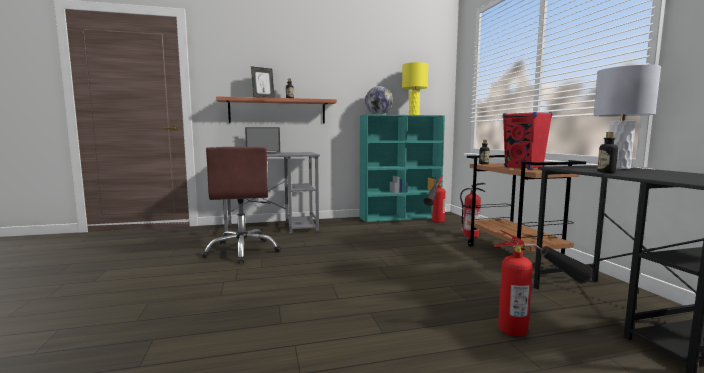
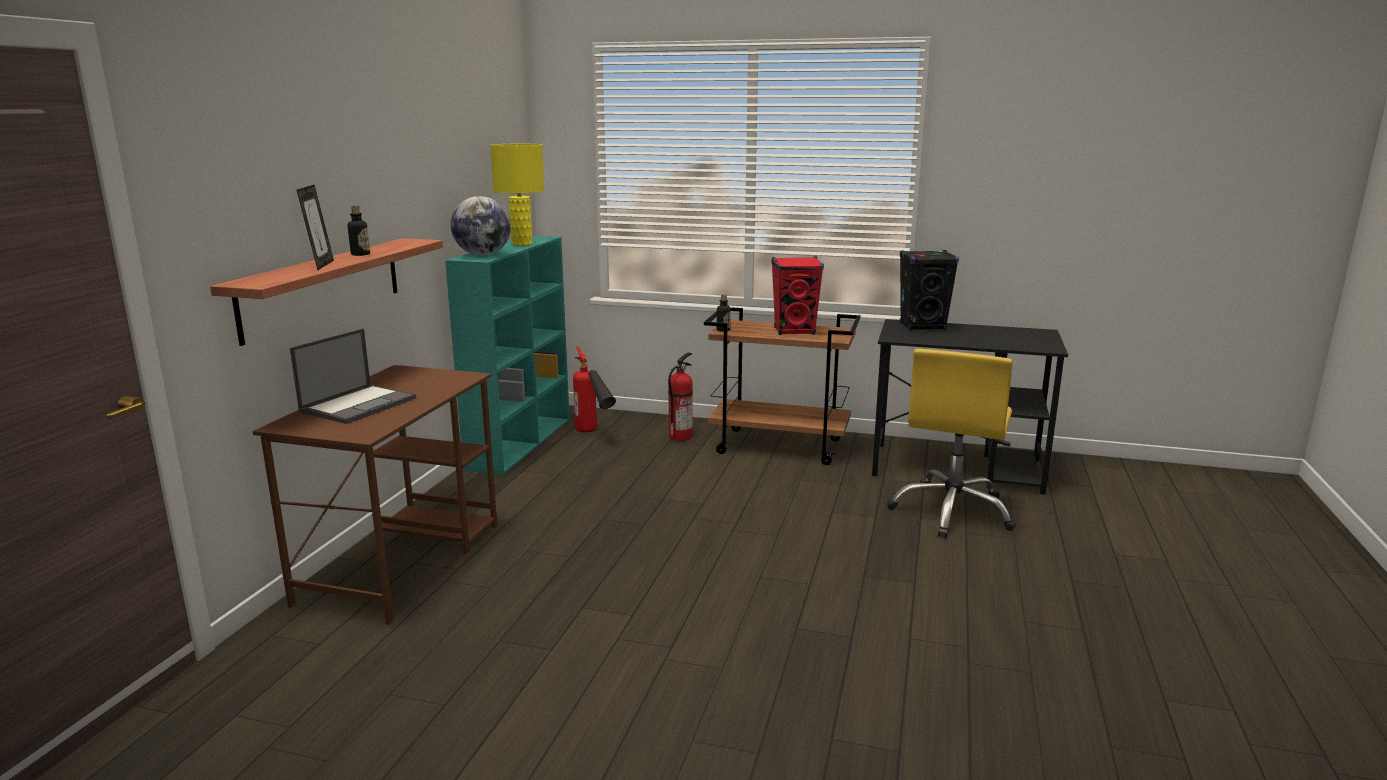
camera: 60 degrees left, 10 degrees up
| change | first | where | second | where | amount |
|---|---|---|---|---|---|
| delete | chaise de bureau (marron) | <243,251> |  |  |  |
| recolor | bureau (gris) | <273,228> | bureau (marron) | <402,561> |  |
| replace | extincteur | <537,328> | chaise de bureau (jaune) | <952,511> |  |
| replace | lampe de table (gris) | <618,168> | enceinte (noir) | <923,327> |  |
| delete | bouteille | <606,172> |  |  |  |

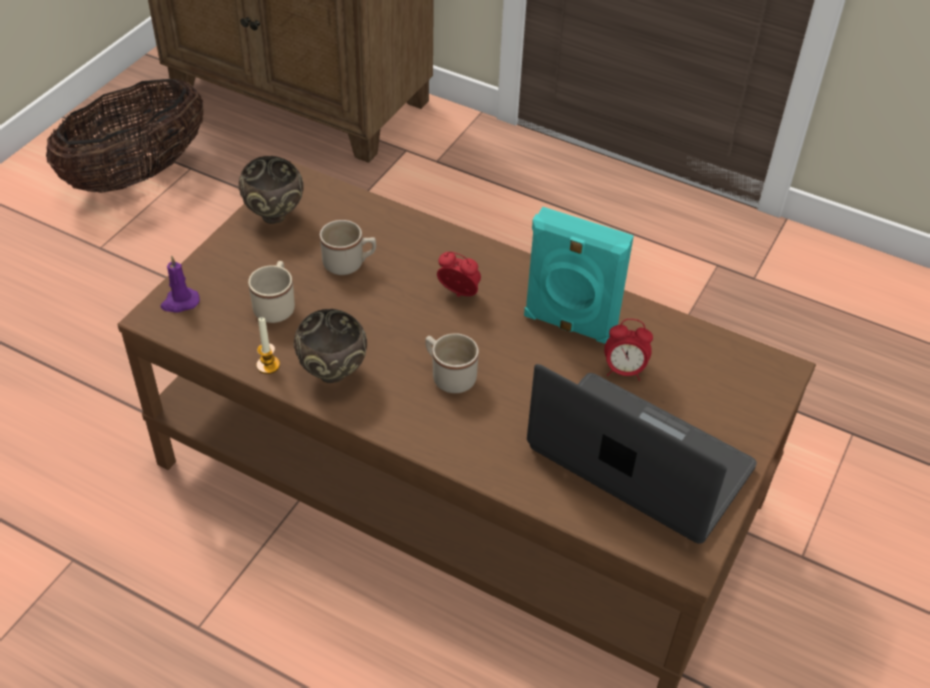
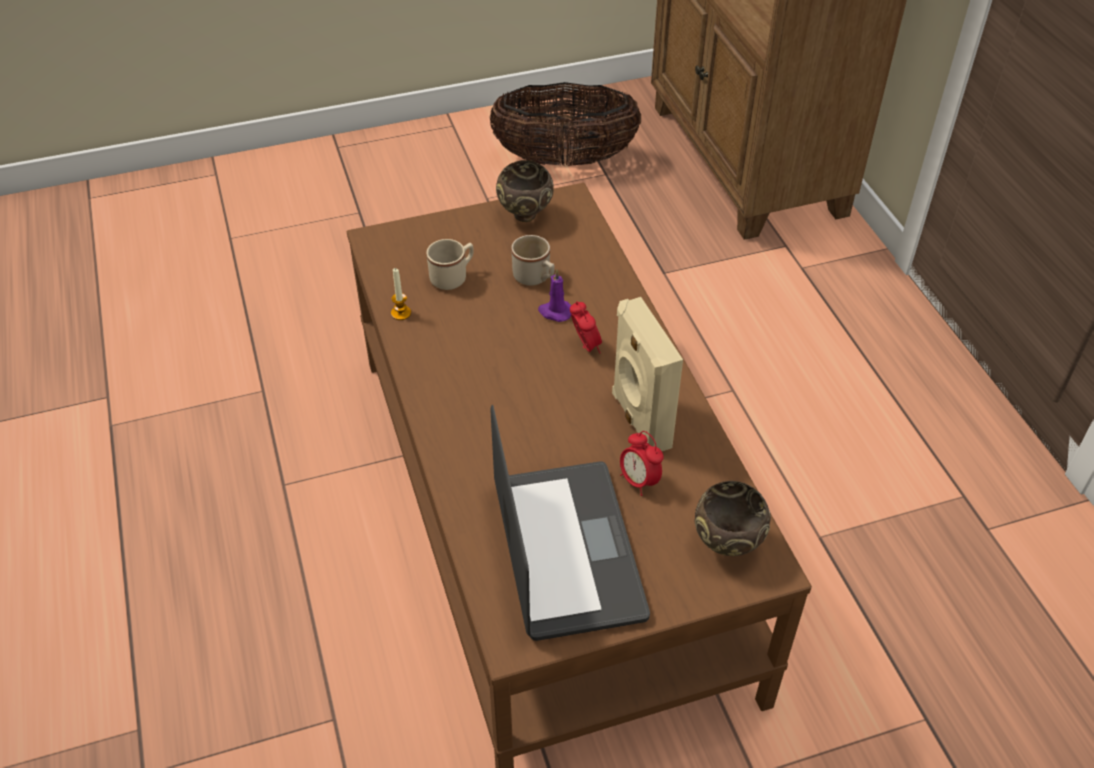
camera: 45 degrees right, 0 degrees up
| change | first | where | second | where | amount |
|---|---|---|---|---|---|
| move | bougie (violet) | <180,302> |  | <555,312> |  |
| move | bol (marron) | <333,374> |  | <727,546> |  |
| delete | mug (beige) | <449,376> |  |  |  |
| recolor | enceinte (turquoise) | <569,325> | enceinte (beige) | <639,421> |  |

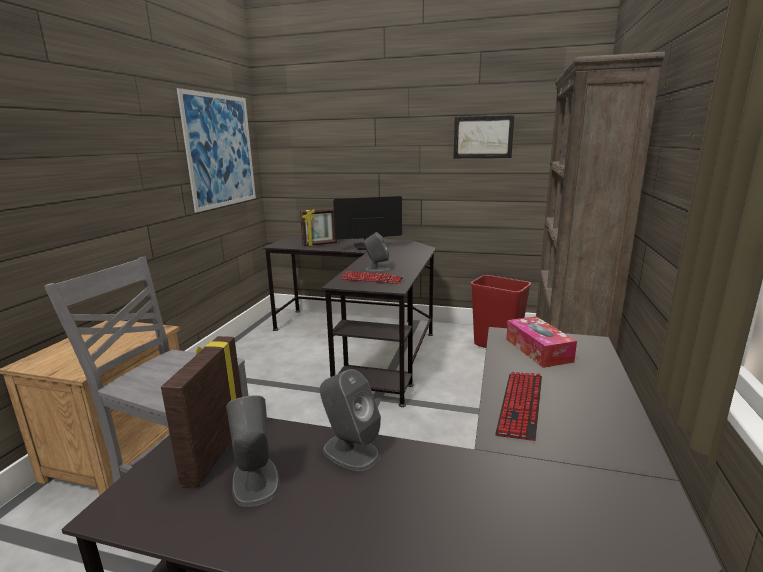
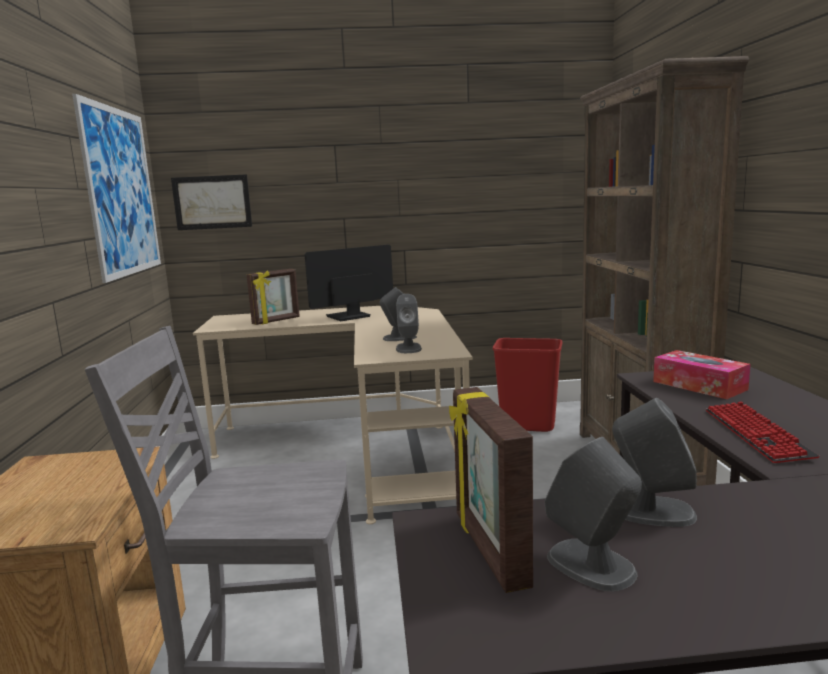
camera: 20 degrees left, 5 degrees down
| change | first | where | second | where | amount |
|---|---|---|---|---|---|
| recolor | bureau (noir) | <363,342> | bureau (beige) | <357,450> |  |
| replace | clavier | <371,279> | enceinte (gris) | <408,348> |  |
| move | tableau | <483,137> |  | <212,202> |  |

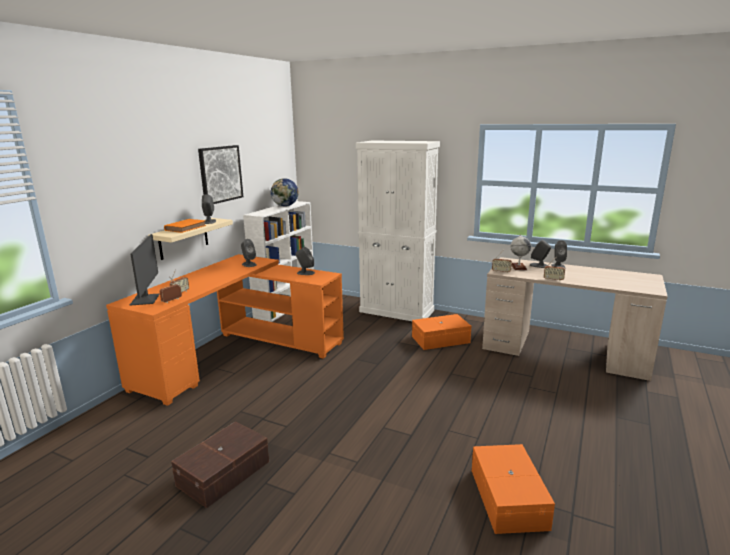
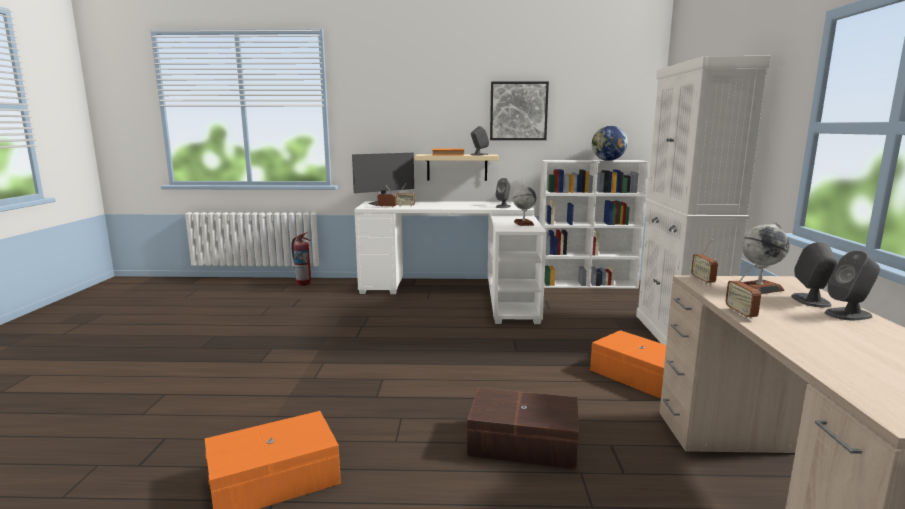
camera: 65 degrees right, 5 degrees down
| change | first | where | second | where | amount |
|---|---|---|---|---|---|
| recolor | bureau (orange) | <238,353> | bureau (blanc) | <462,292> |  |
| move | boîte de rangement (marron) | <225,473> |  | <524,444> |  |
| replace | enceinte (gris) | <305,273> | globe | <523,223> |  |
| insert |  |  | extincteur | <303,283> |  |

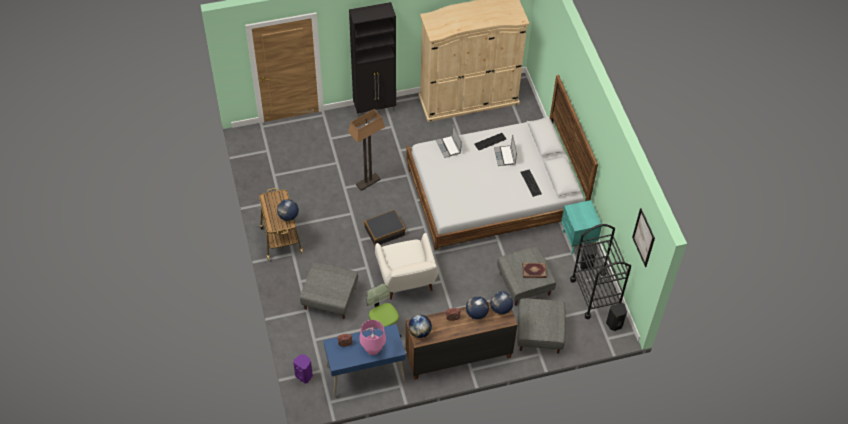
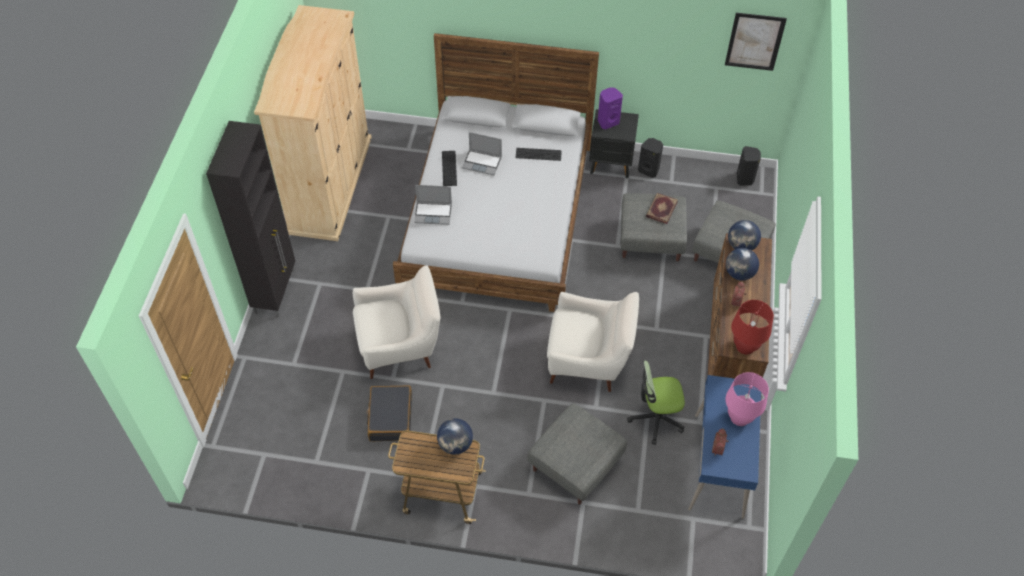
camera: 65 degrees left, 0 degrees up
| change | first | where | second | where | amount |
|---|---|---|---|---|---|
| move | enceinte (violet) | <304,375> |  | <607,122> |  |
| replace | lampadaire | <368,182> | fauteuil (blanc) | <400,346> |  |
| move | valise (noir) | <384,231> |  | <390,418> |  |
| replace | globe | <419,332> | lampe de table (rouge) | <745,346> |  |
| recolor | table de chevet (turquoise) | <578,240> | table de chevet (noir) | <611,164> |  |
| delete | chariot (noir) | <595,294> |  |  |  |

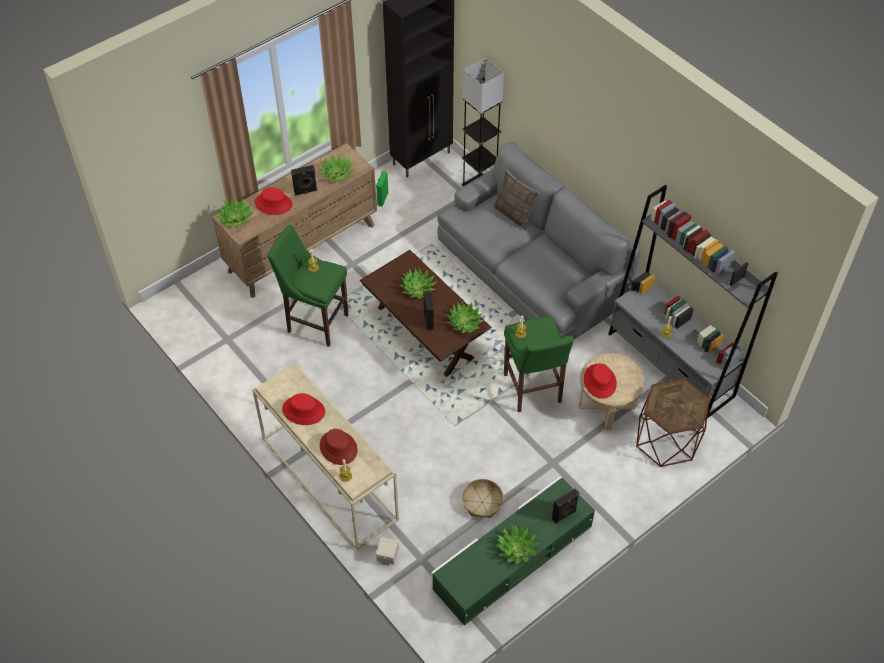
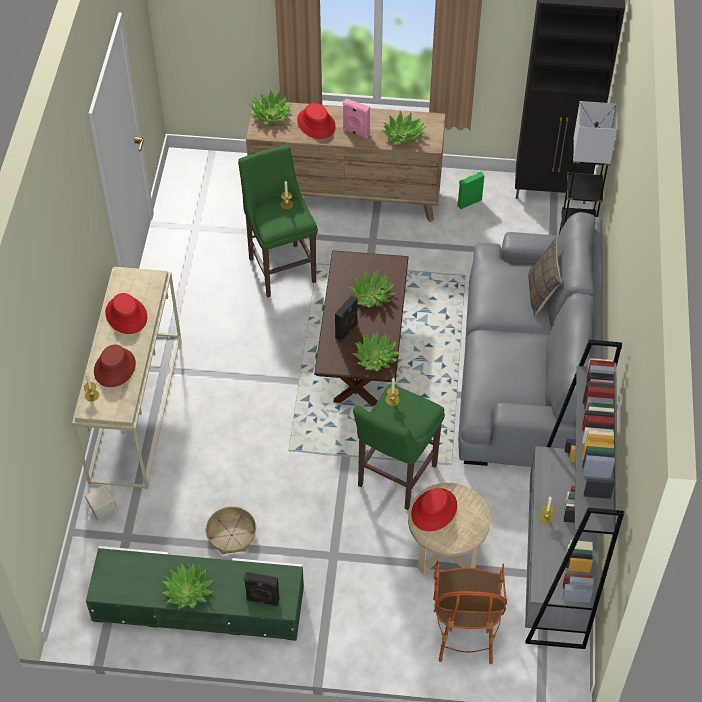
camera: 45 degrees right, 0 degrees up
| change | first | where | second | where | amount |
|---|---|---|---|---|---|
| recolor | enceinte (noir) | <305,192> | enceinte (rose) | <355,132> |  |
| replace | table d'appoint (marron) | <667,440> | fauteuil | <464,629> |  |

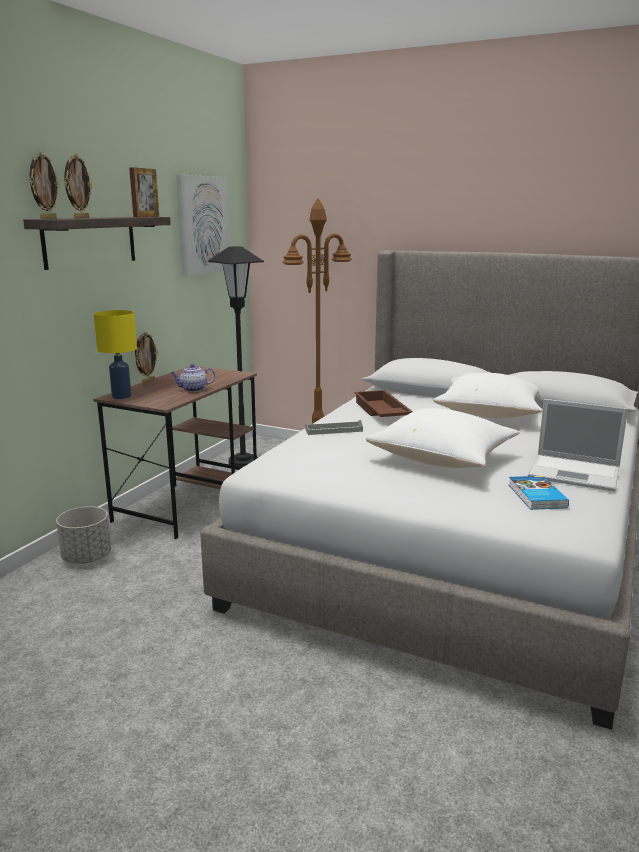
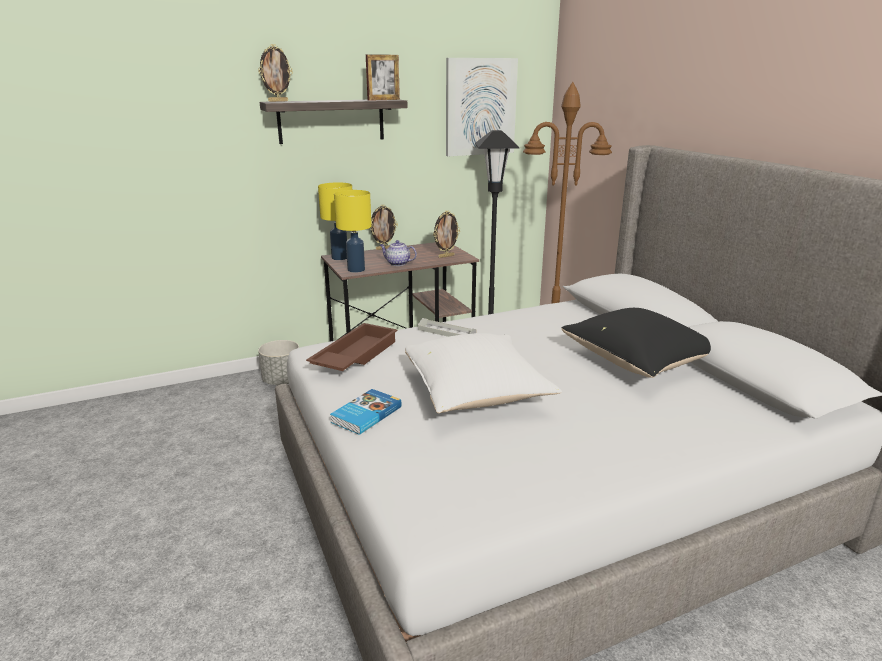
camera: 40 degrees right, 5 degrees up
| change | first | where | second | where | amount |
|---|---|---|---|---|---|
| move | cadre photo | <81,218> |  | <446,256> |  |
| move | plateau (marron) | <380,411> |  | <354,355> |  |
| recolor | coussin (blanc) | <490,414> | coussin (noir) | <640,362> |  |
| move | livre | <536,496> |  | <365,414> |  |
| delete | ordinateur portable | <576,473> |  |  |  |
| insert |  |  | lampe de table (jaune) | <356,269> |  |

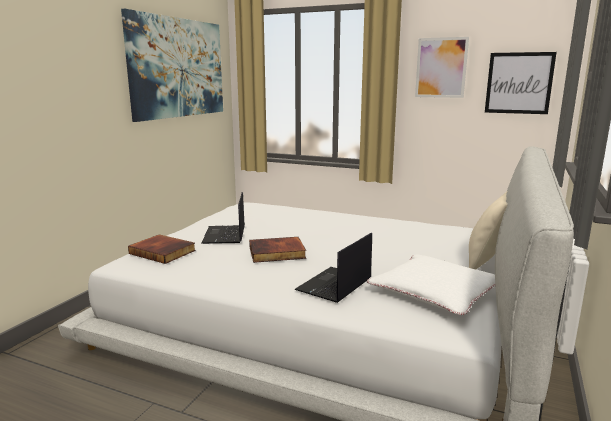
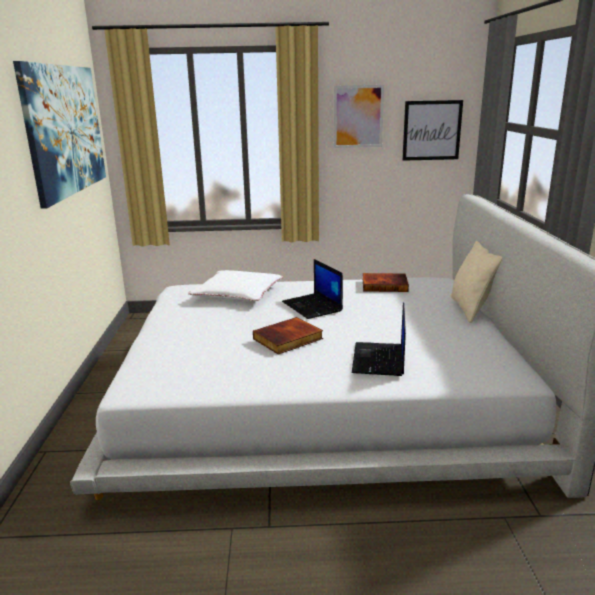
camera: 25 degrees left, 5 degrees up
| change | first | where | second | where | amount |
|---|---|---|---|---|---|
| move | livre | <163,251> |  | <385,285> |  |
| move | ordinateur portable | <225,235> |  | <313,306> |  |
| move | coussin (blanc) | <435,292> |  | <237,293> |  |

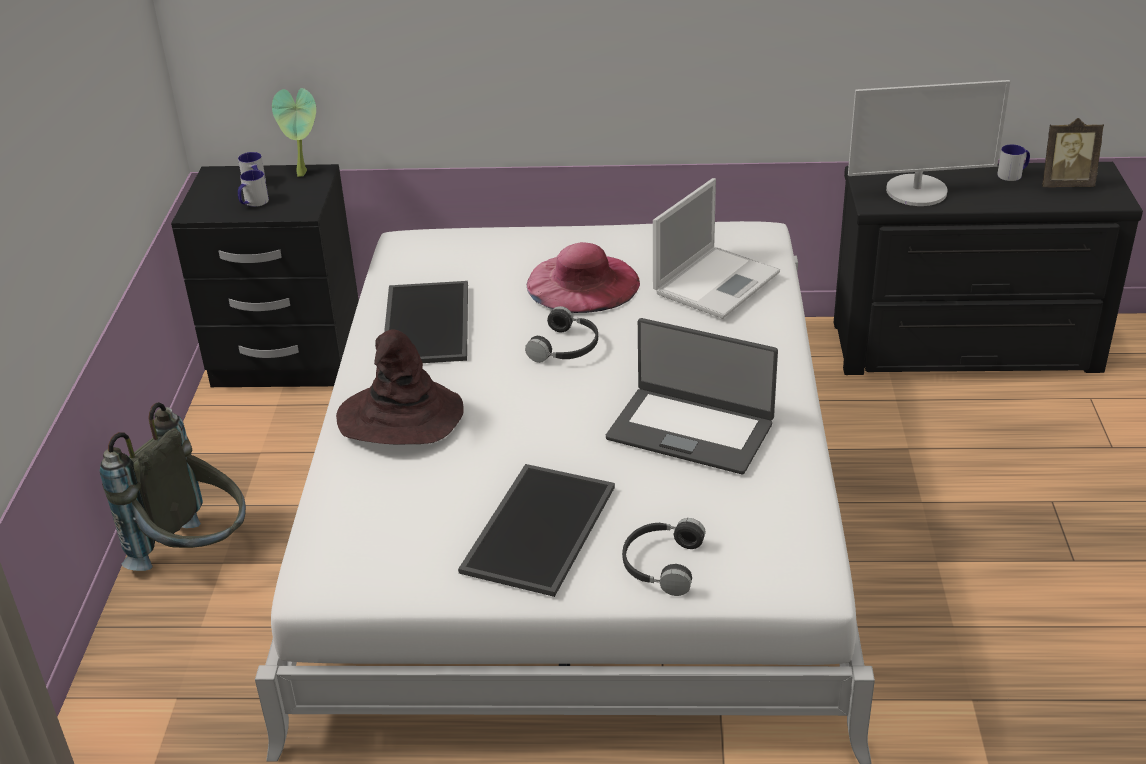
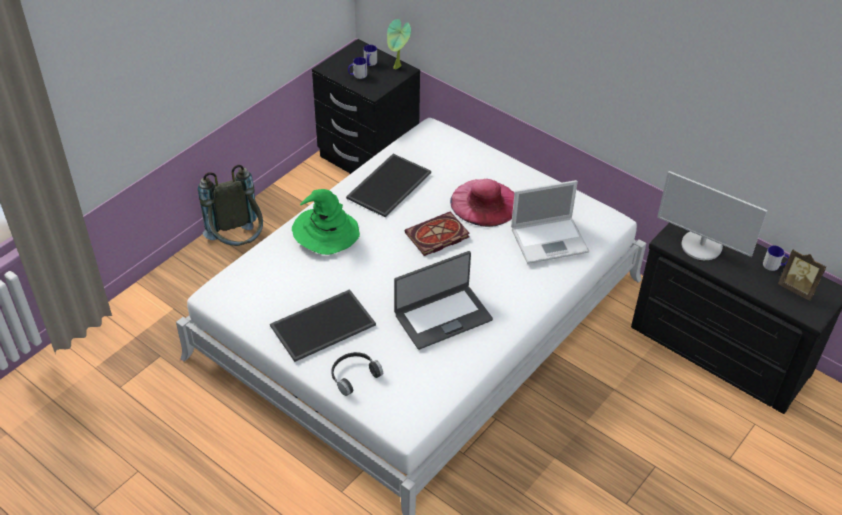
camera: 35 degrees right, 10 degrees up
| change | first | where | second | where | amount |
|---|---|---|---|---|---|
| recolor | chapeau (marron) | <400,418> | chapeau (vert) | <325,232> |  |
| replace | casque audio (noir) | <567,347> | livre | <436,236> |  |
| rotate | ordinateur portable | <690,430> |  | <442,316> | 90 degrees counterclockwise |

